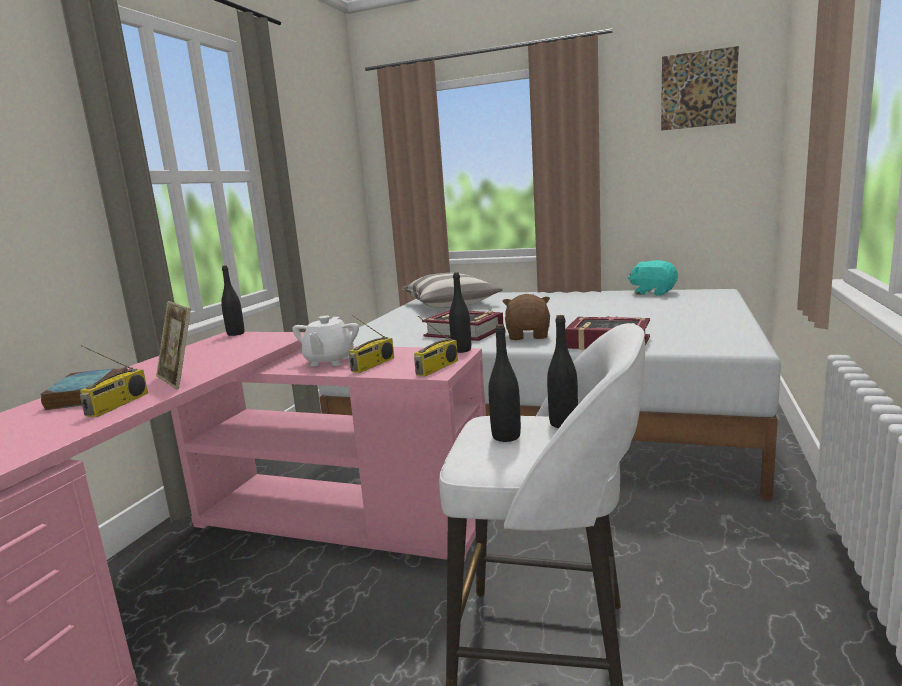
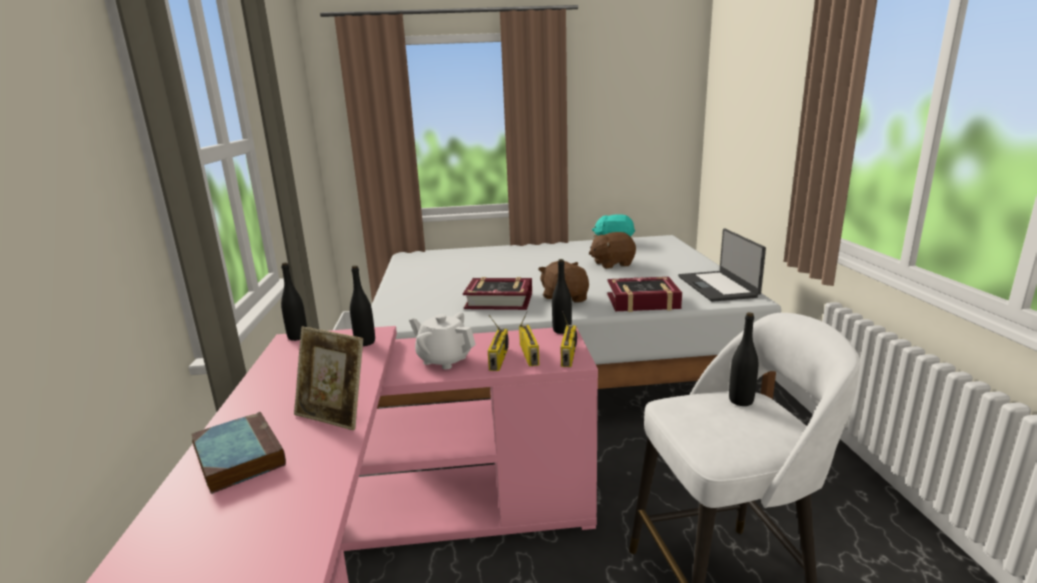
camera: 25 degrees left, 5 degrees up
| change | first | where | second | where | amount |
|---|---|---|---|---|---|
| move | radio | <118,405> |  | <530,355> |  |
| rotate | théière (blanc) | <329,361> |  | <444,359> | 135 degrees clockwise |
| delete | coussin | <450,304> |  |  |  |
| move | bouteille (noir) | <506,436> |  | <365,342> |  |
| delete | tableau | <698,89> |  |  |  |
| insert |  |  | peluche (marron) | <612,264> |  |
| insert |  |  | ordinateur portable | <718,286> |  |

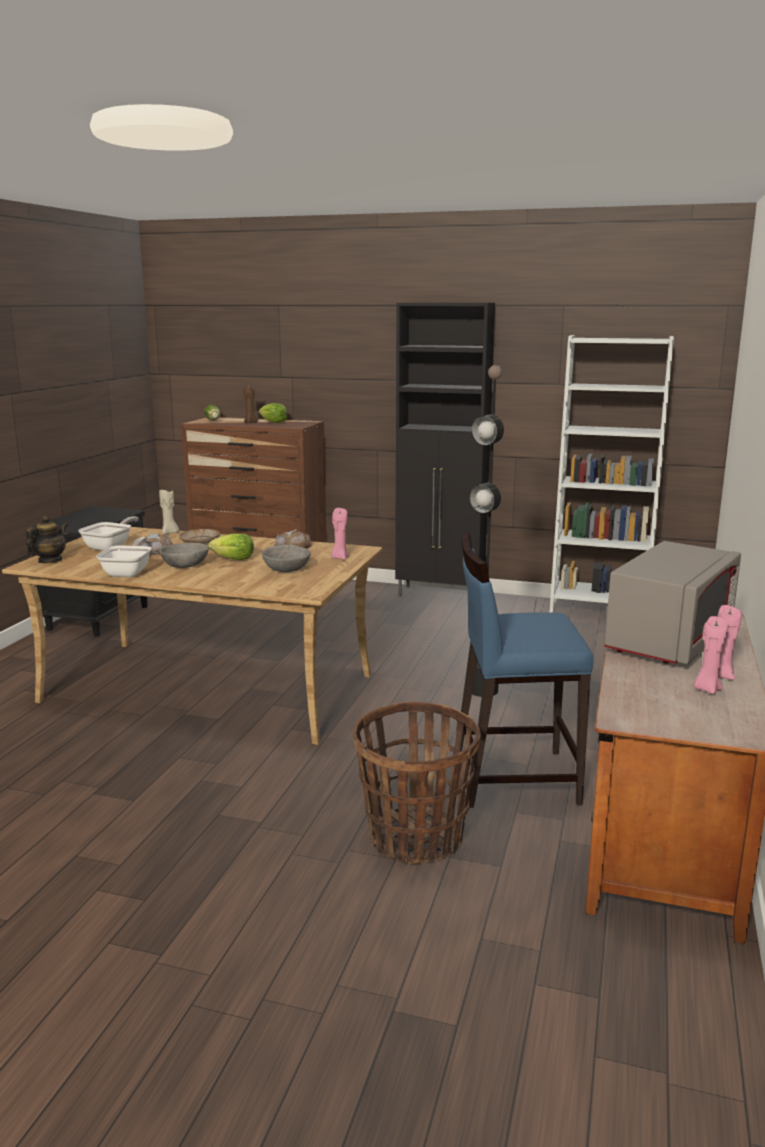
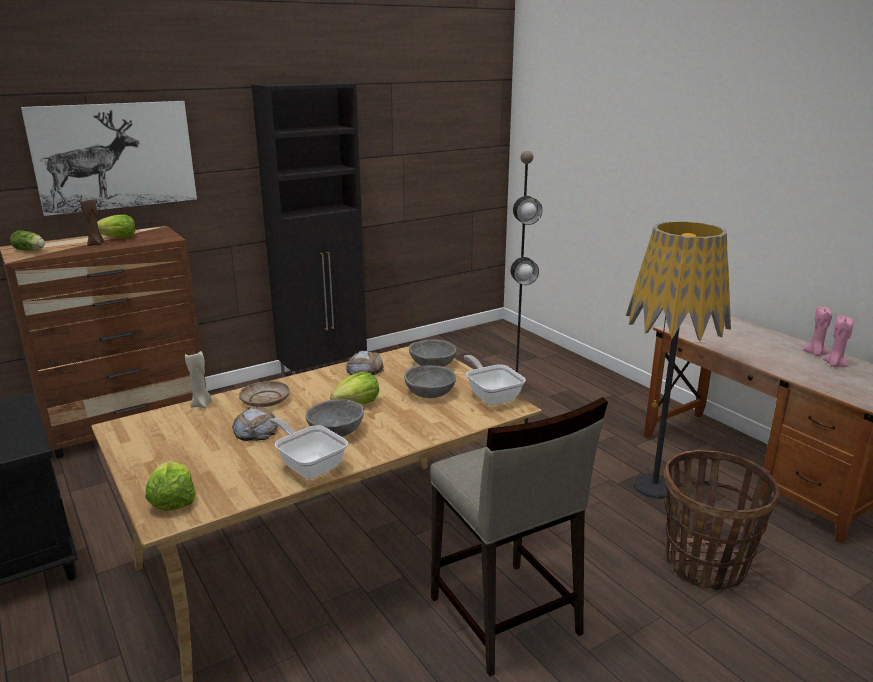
camera: 50 degrees left, 5 degrees up
| change | first | where | second | where | amount |
|---|---|---|---|---|---|
| replace | théière | <50,561> | laitue | <172,500> |  |
| move | poêle | <111,547> |  | <491,396> |  |
| replace | bougie (rose) | <339,558> | bol (gris) | <432,364> |  |
| replace | tabouret (bleu) | <513,777> | lampadaire | <654,486> |  |
| delete | bibliothèque (blanc) | <598,613> |  |  |  |
| delete | micro-ondes (gris) | <670,640> |  |  |  |
| insert |  |  | tableau | <115,156> |  |
| insert |  |  | tabouret (beige) | <504,617> |  |

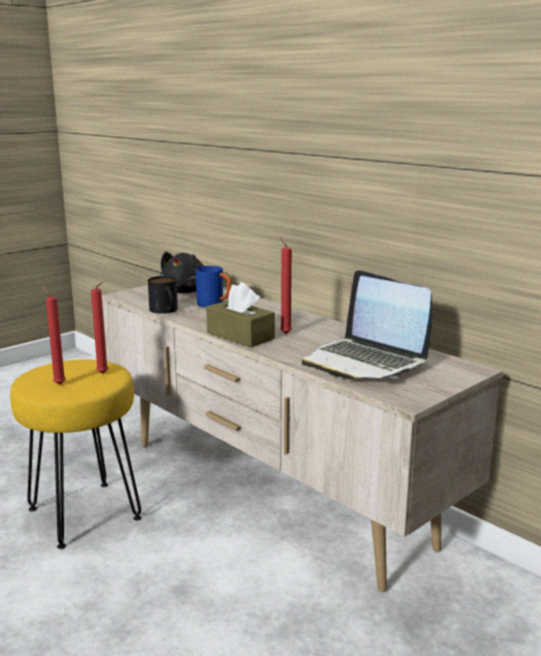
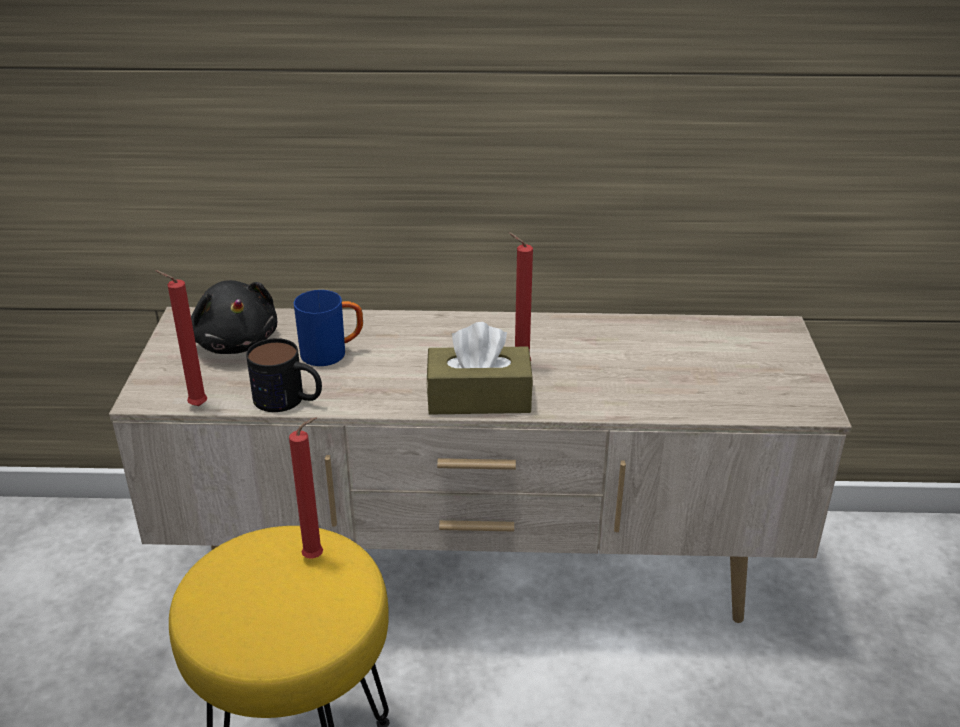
camera: 45 degrees left, 15 degrees up
| change | first | where | second | where | amount |
|---|---|---|---|---|---|
| move | bougie (rouge) | <58,384> |  | <195,406> |  |
| delete | ordinateur portable | <365,362> |  |  |  |

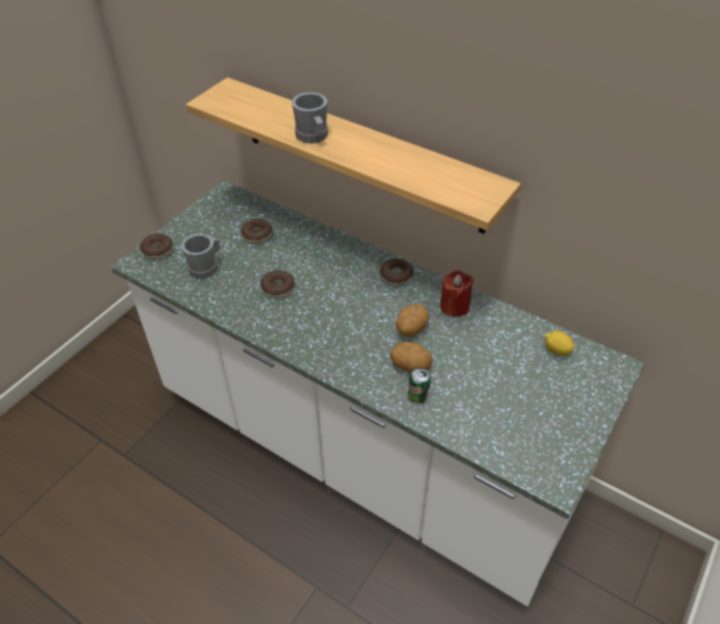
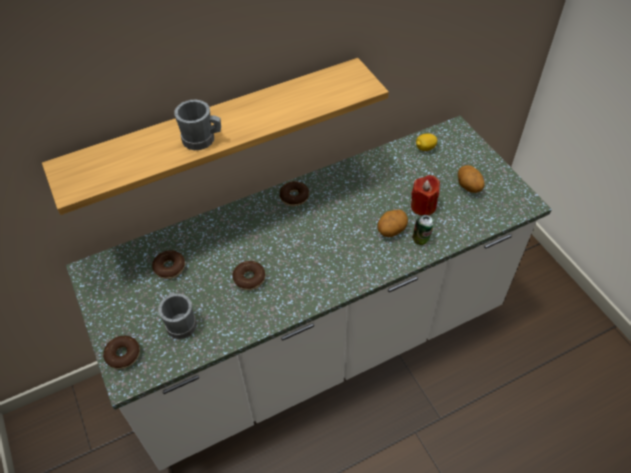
camera: 60 degrees left, 5 degrees up
| change | first | where | second | where | amount |
|---|---|---|---|---|---|
| move | pomme de terre | <411,329> |  | <468,187> |  |
| move | bougie (rouge) | <454,306> |  | <423,206> |  |

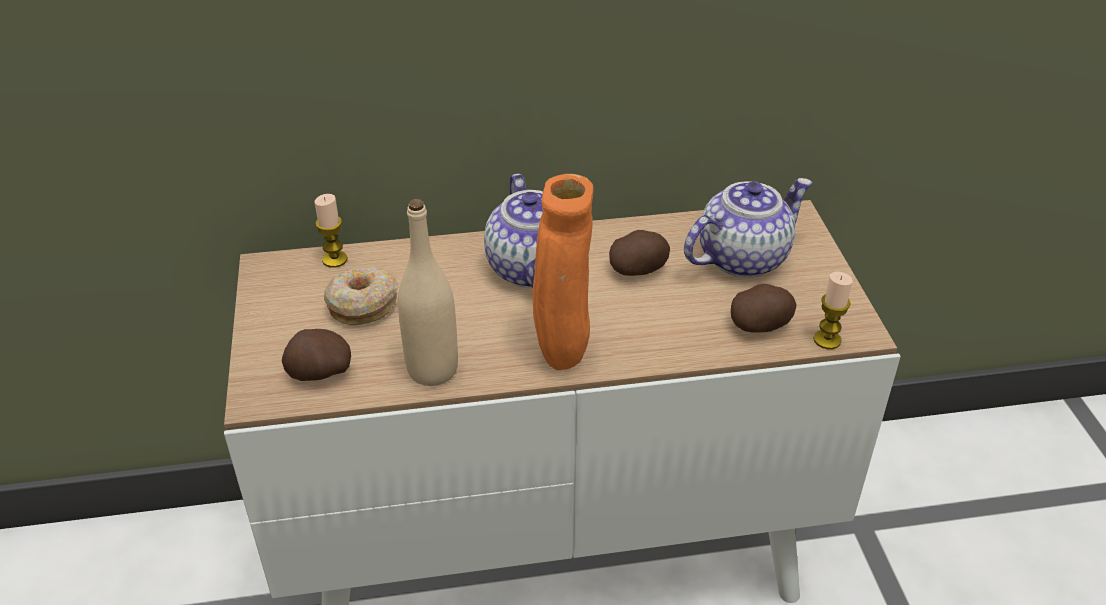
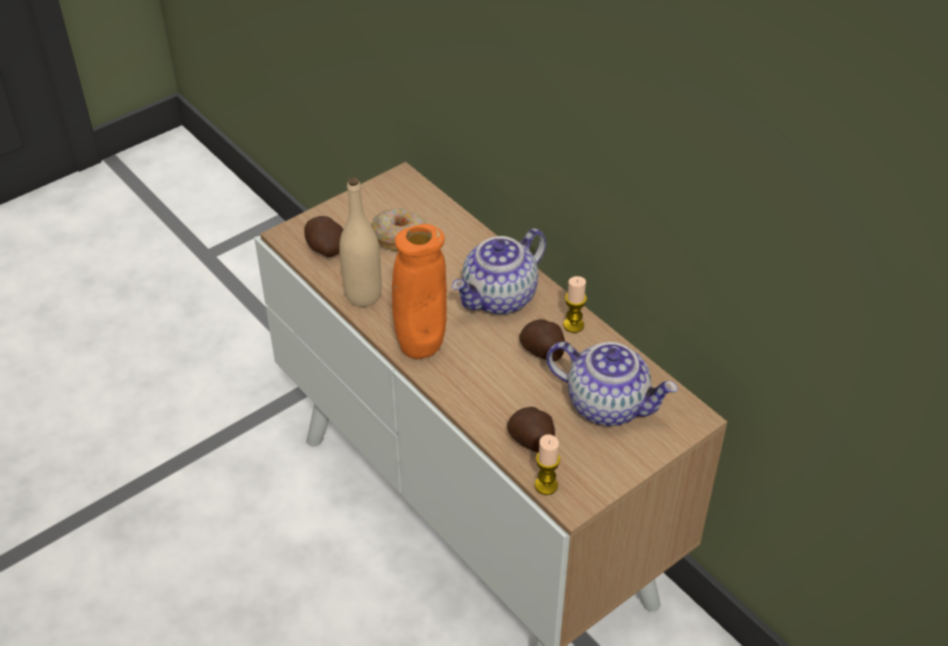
camera: 60 degrees right, 5 degrees up
| change | first | where | second | where | amount |
|---|---|---|---|---|---|
| move | bougie | <335,259> |  | <573,325> |  |

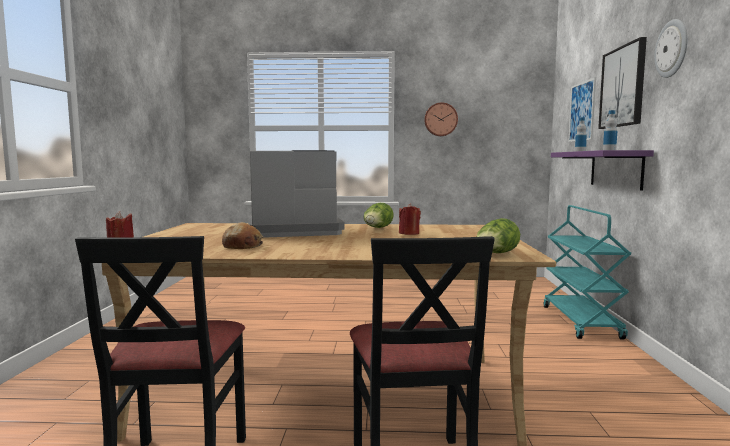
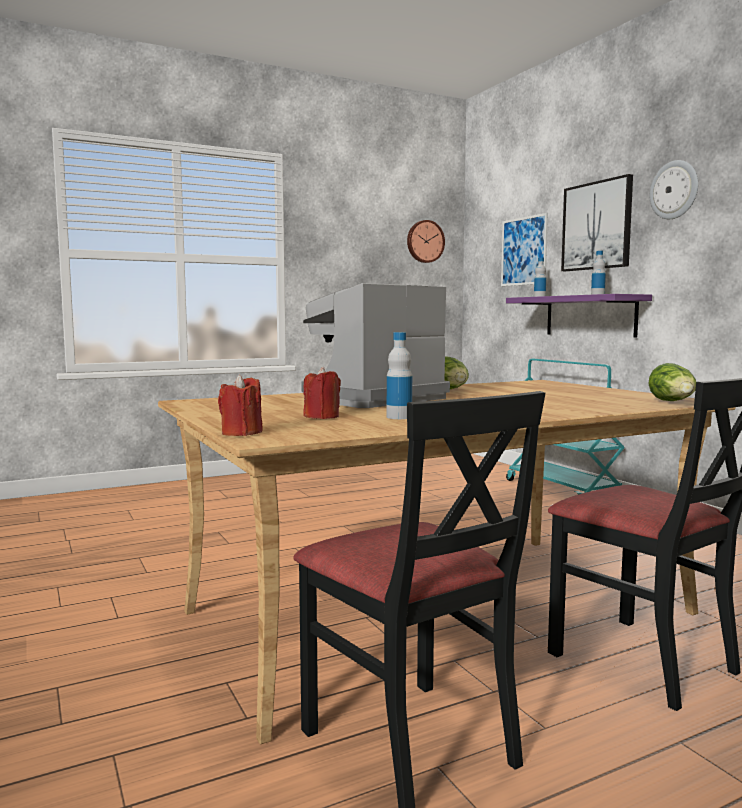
camera: 30 degrees left, 0 degrees up
| change | first | where | second | where | amount |
|---|---|---|---|---|---|
| replace | pain | <243,246> | bouteille | <399,417> |  |
| move | bougie (rouge) | <409,233> |  | <322,417> |  |
| move | horloge murale | <440,119> |  | <424,241> |  |

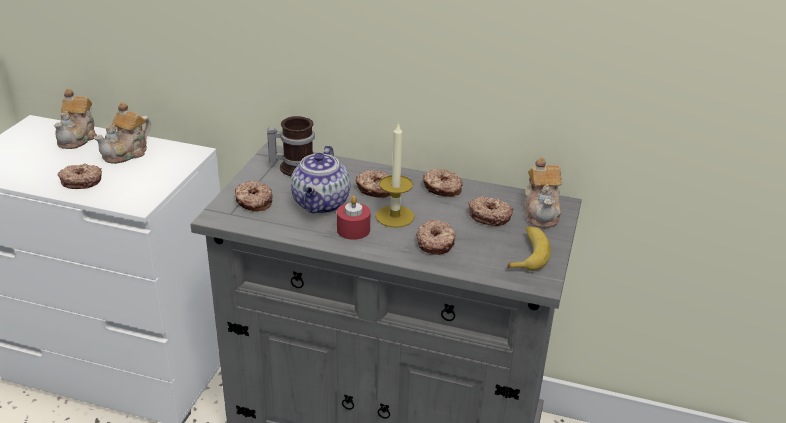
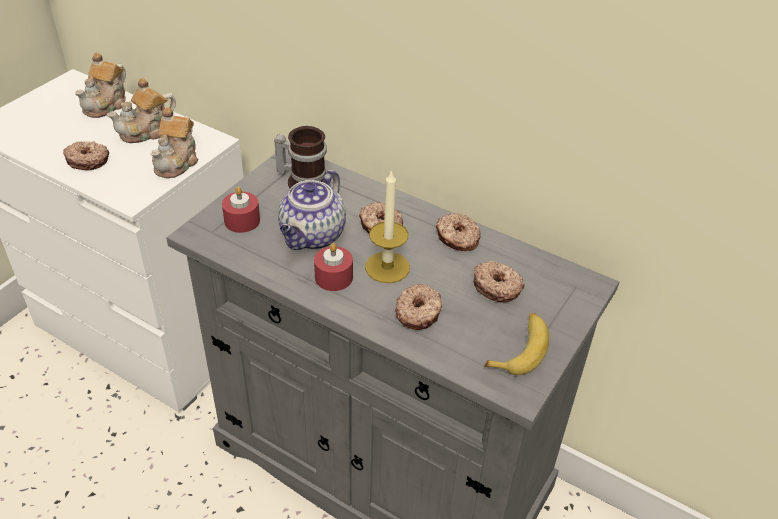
camera: 15 degrees right, 10 degrees up
| change | first | where | second | where | amount |
|---|---|---|---|---|---|
| replace | beignet | <253,202> | bougie (rouge) | <242,221> |  |
| move | théière | <541,212> |  | <177,162> |  |

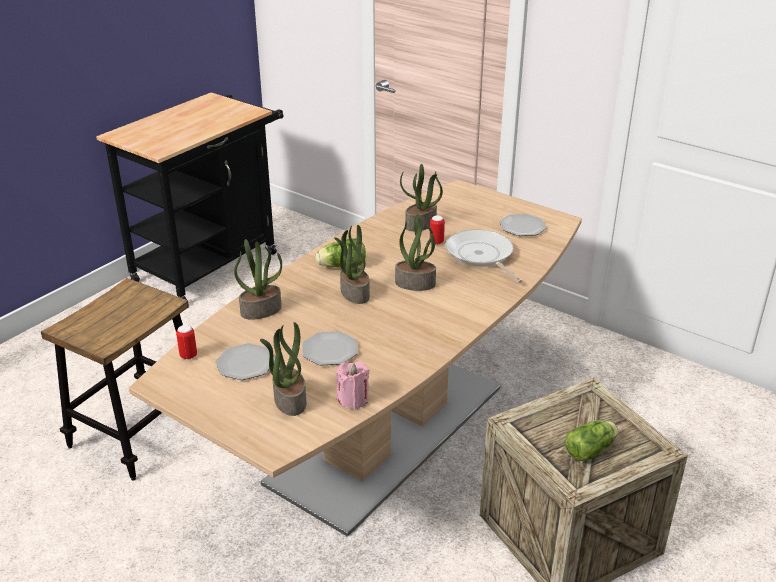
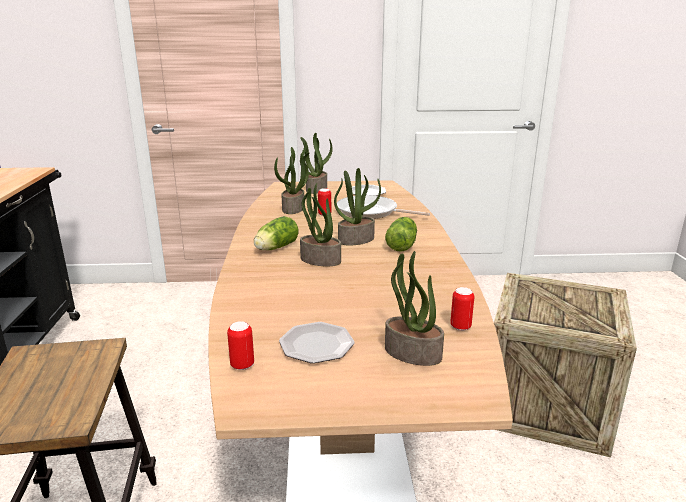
camera: 40 degrees left, 10 degrees down
| change | first | where | second | where | amount |
|---|---|---|---|---|---|
| move | plante en pot | <261,310> |  | <316,189> |  |
| delete | assiette | <330,351> |  |  |  |
| replace | bougie (rose) | <353,399> | boîte métallique | <460,327> |  |
| move | laitue | <591,449> |  | <402,244> |  |

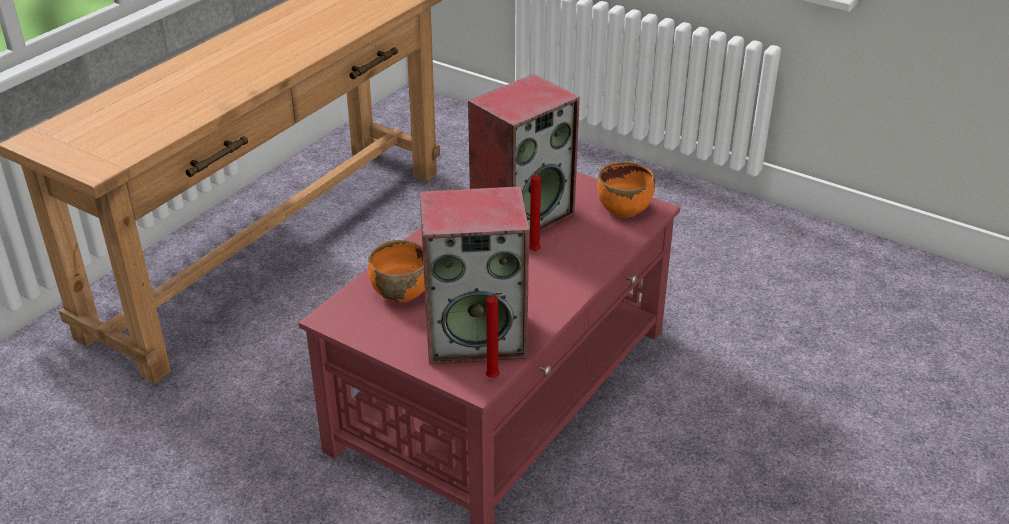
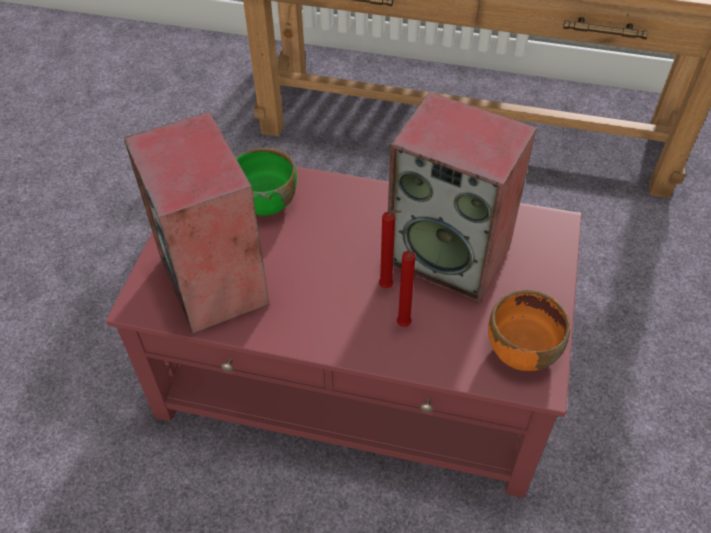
camera: 70 degrees right, 15 degrees up
| change | first | where | second | where | amount |
|---|---|---|---|---|---|
| recolor | bol (orange) | <400,292> | bol (vert) | <266,201> |  |
| move | bougie (rouge) | <494,378> |  | <403,326> |  |

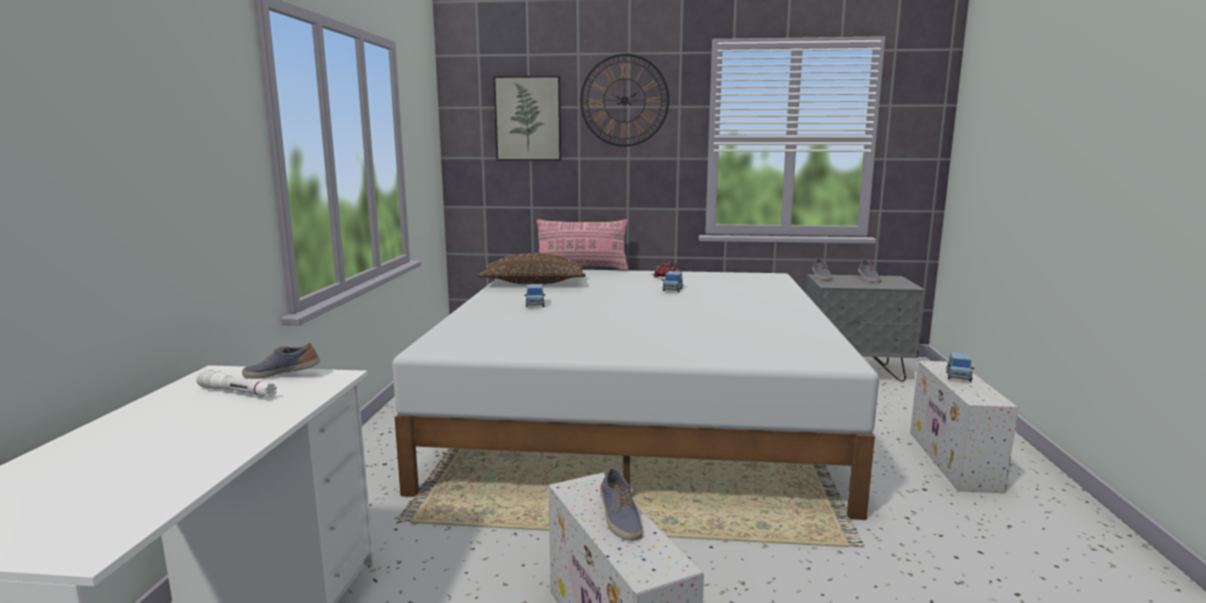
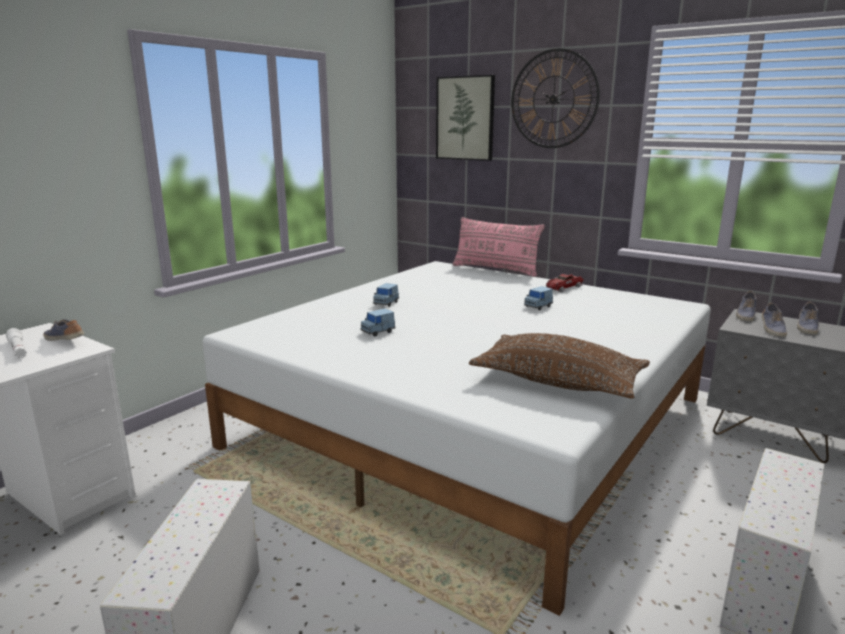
camera: 30 degrees right, 5 degrees up
| change | first | where | second | where | amount |
|---|---|---|---|---|---|
| move | coussin (marron) | <534,283> |  | <558,382> |  |
| move | chaussure | <619,518> |  | <772,329> |  |
| move | petite voiture (bleu) | <958,377> |  | <378,332> |  |

